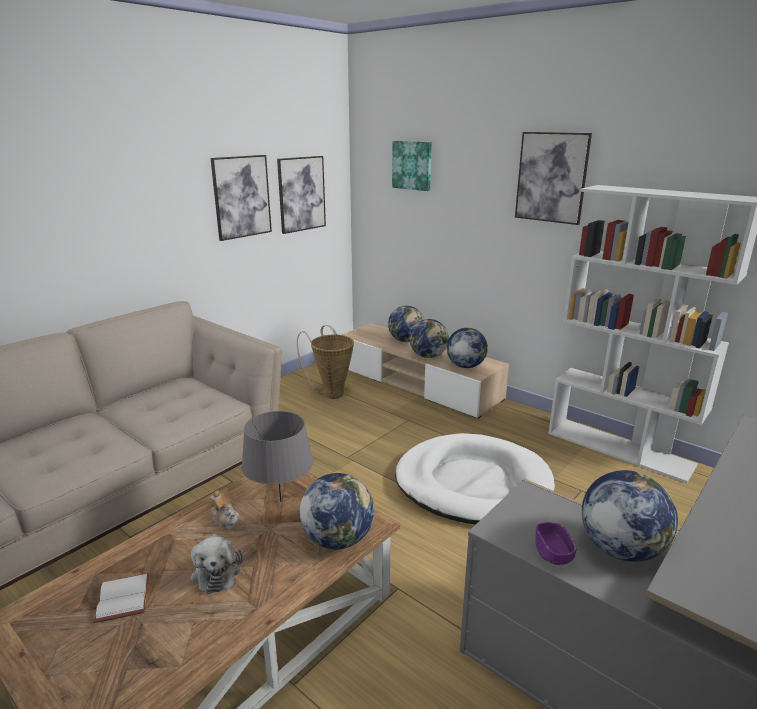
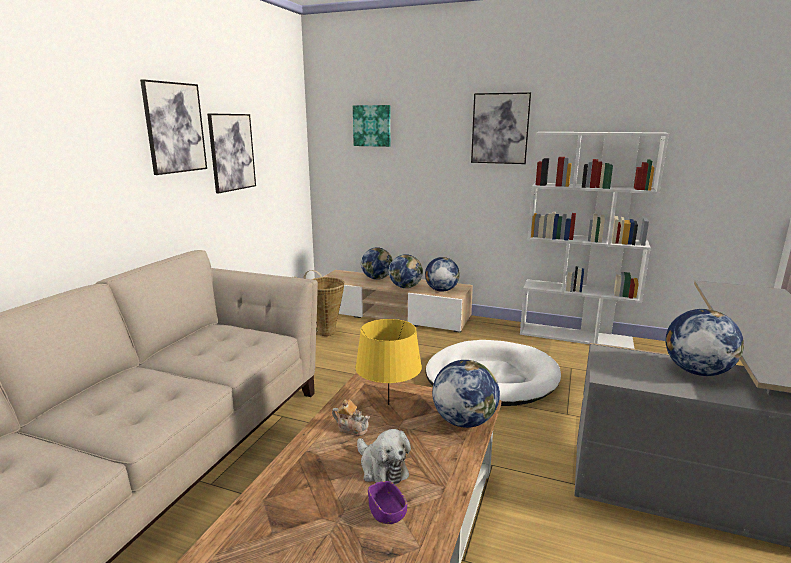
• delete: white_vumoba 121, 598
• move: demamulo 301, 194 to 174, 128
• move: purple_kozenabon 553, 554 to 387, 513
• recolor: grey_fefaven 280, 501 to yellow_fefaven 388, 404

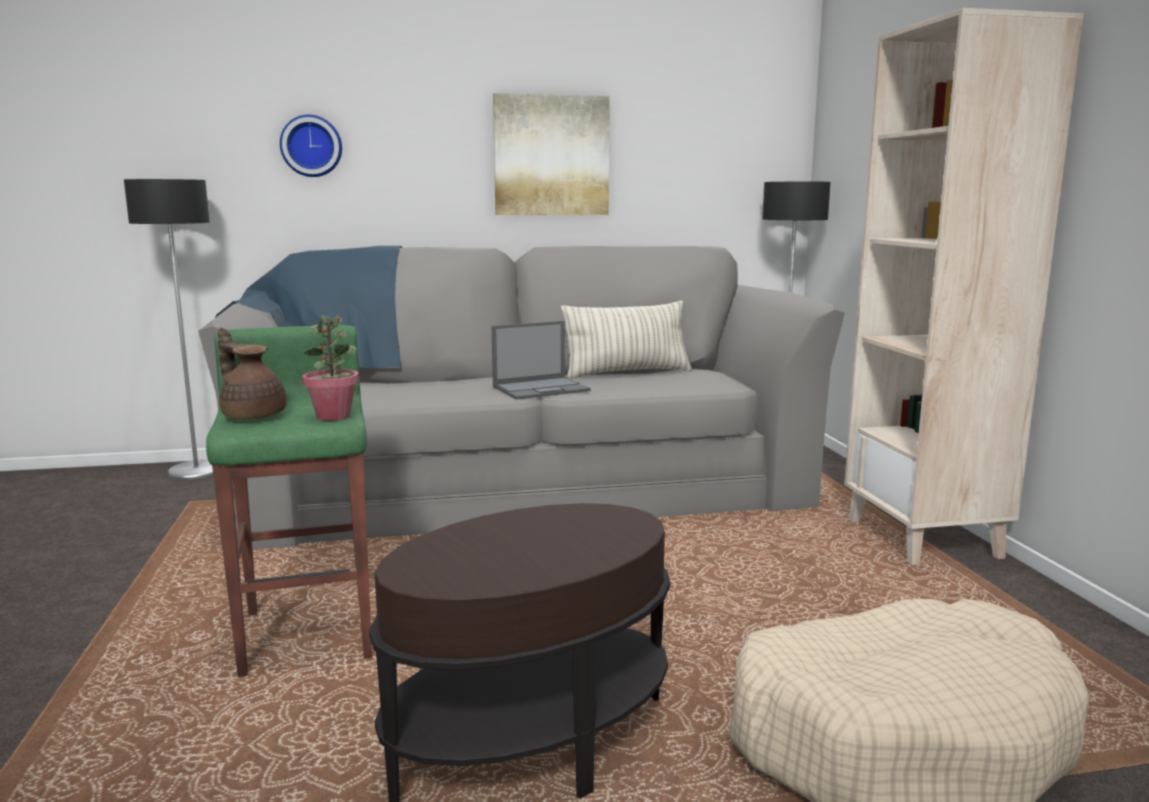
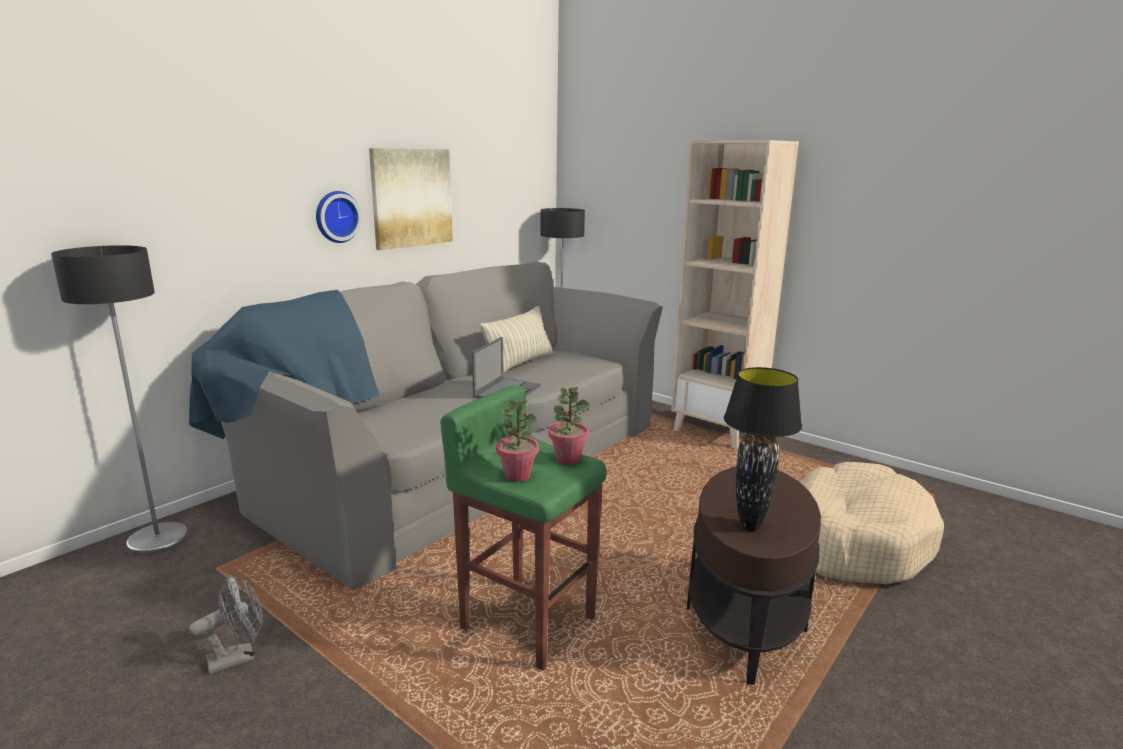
• insert: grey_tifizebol 239, 657
• insert: black_fefaven 750, 526
• move: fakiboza 311, 146 to 336, 216
• replace: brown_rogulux 253, 415 to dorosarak 517, 475

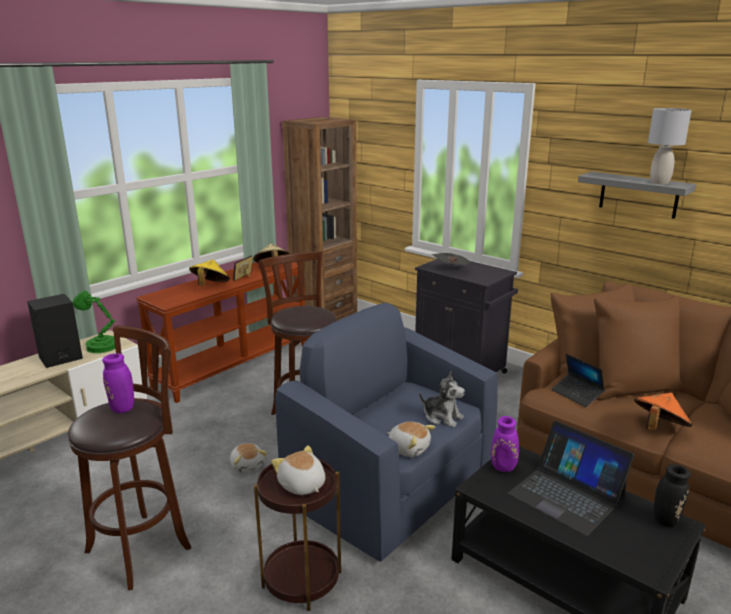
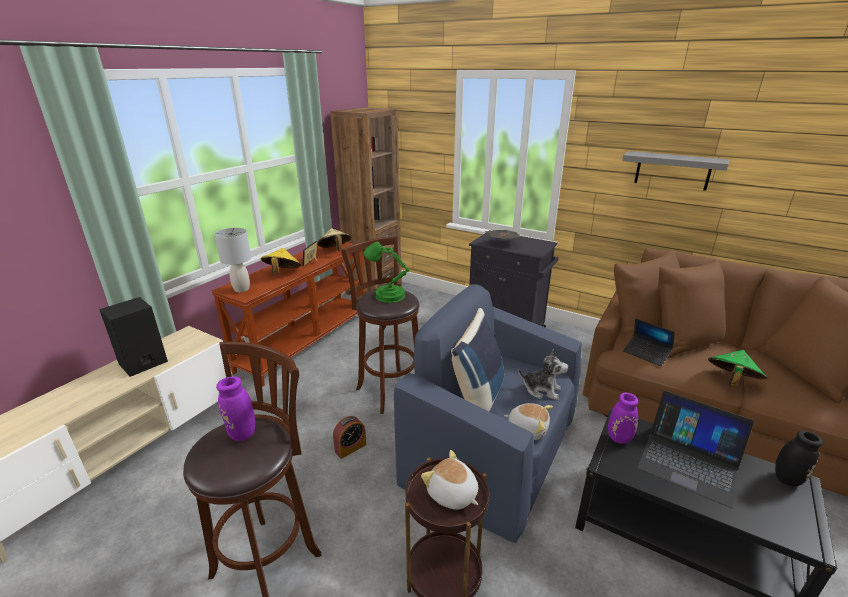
• insert: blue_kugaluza 477, 397
• move: green_fefaven 100, 346 to 387, 295
• move: grey_fefaven 659, 182 to 242, 289
• replace: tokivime 247, 465 to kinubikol 350, 448
• recolor: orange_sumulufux 658, 428 to green_sumulufux 731, 381

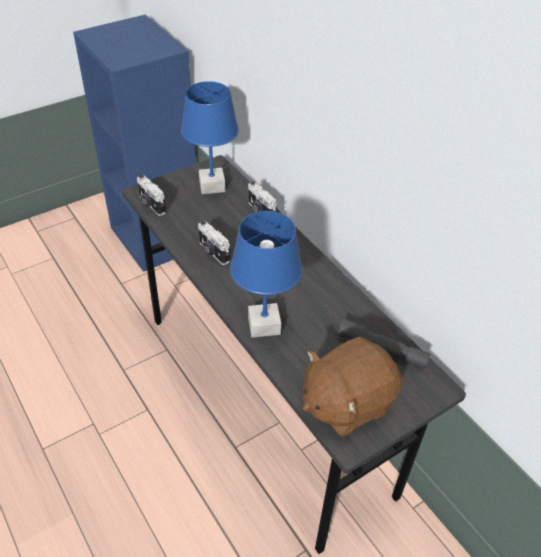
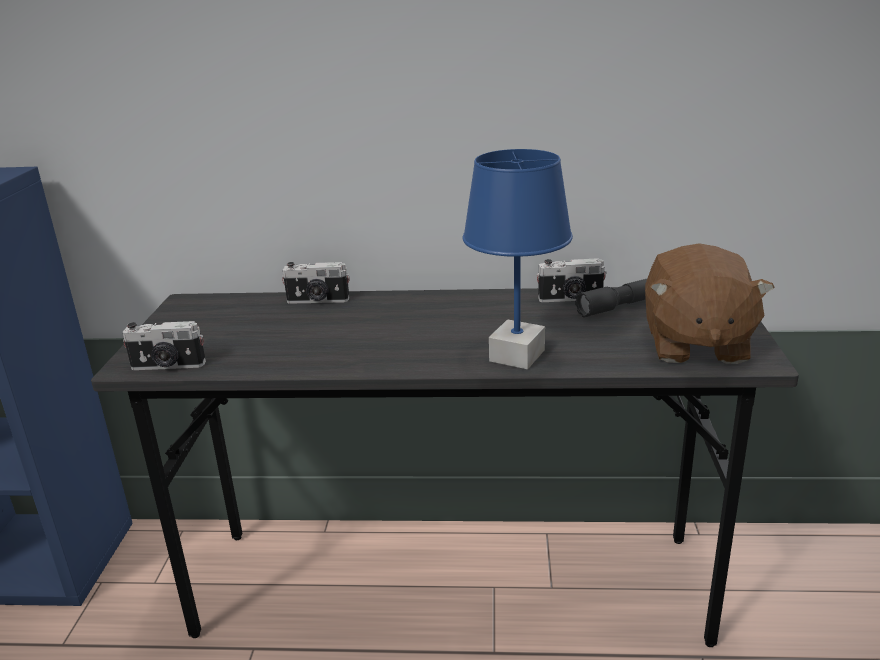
• delete: blue_fefaven 211, 186
• move: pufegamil 213, 252 to 570, 299

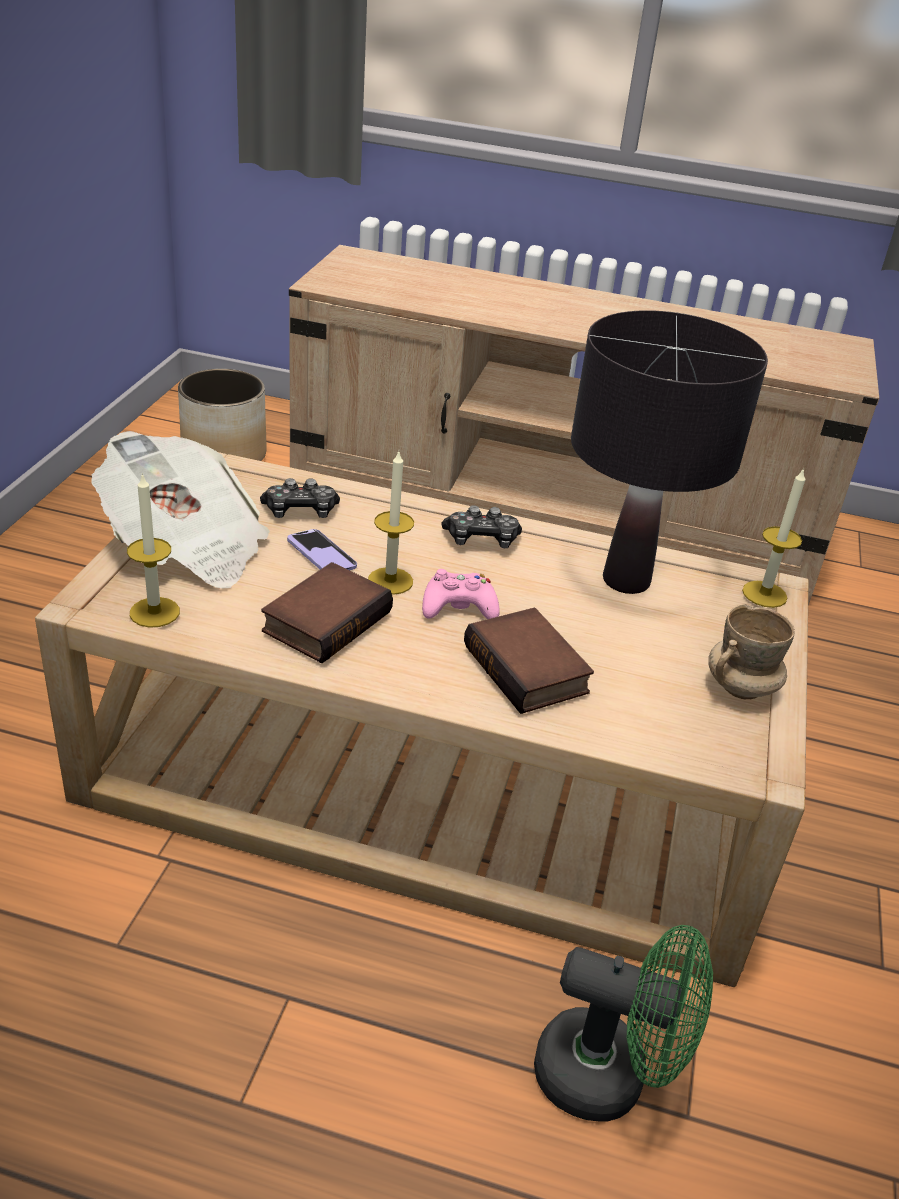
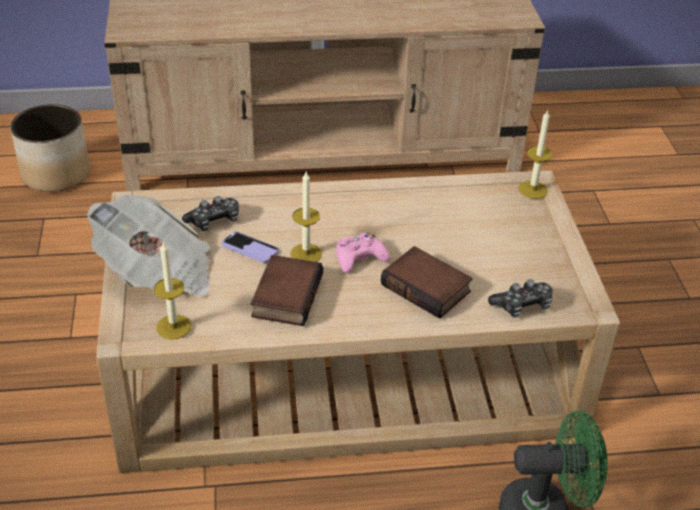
• delete: black_fefaven 626, 581
• delete: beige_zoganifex 741, 686
• move: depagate 481, 540 to 522, 305

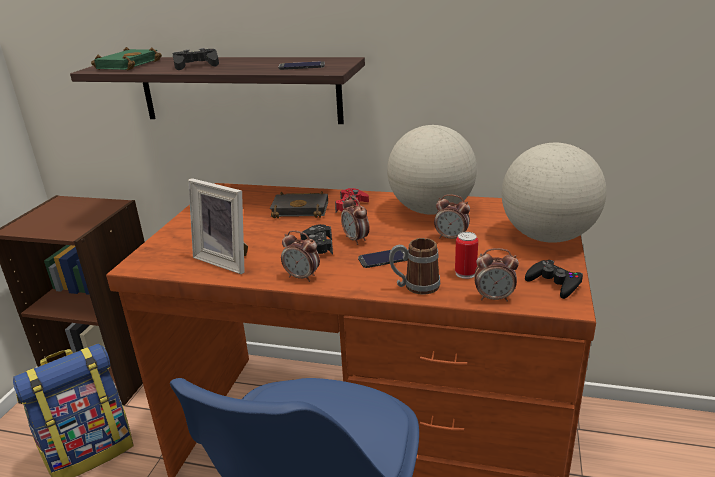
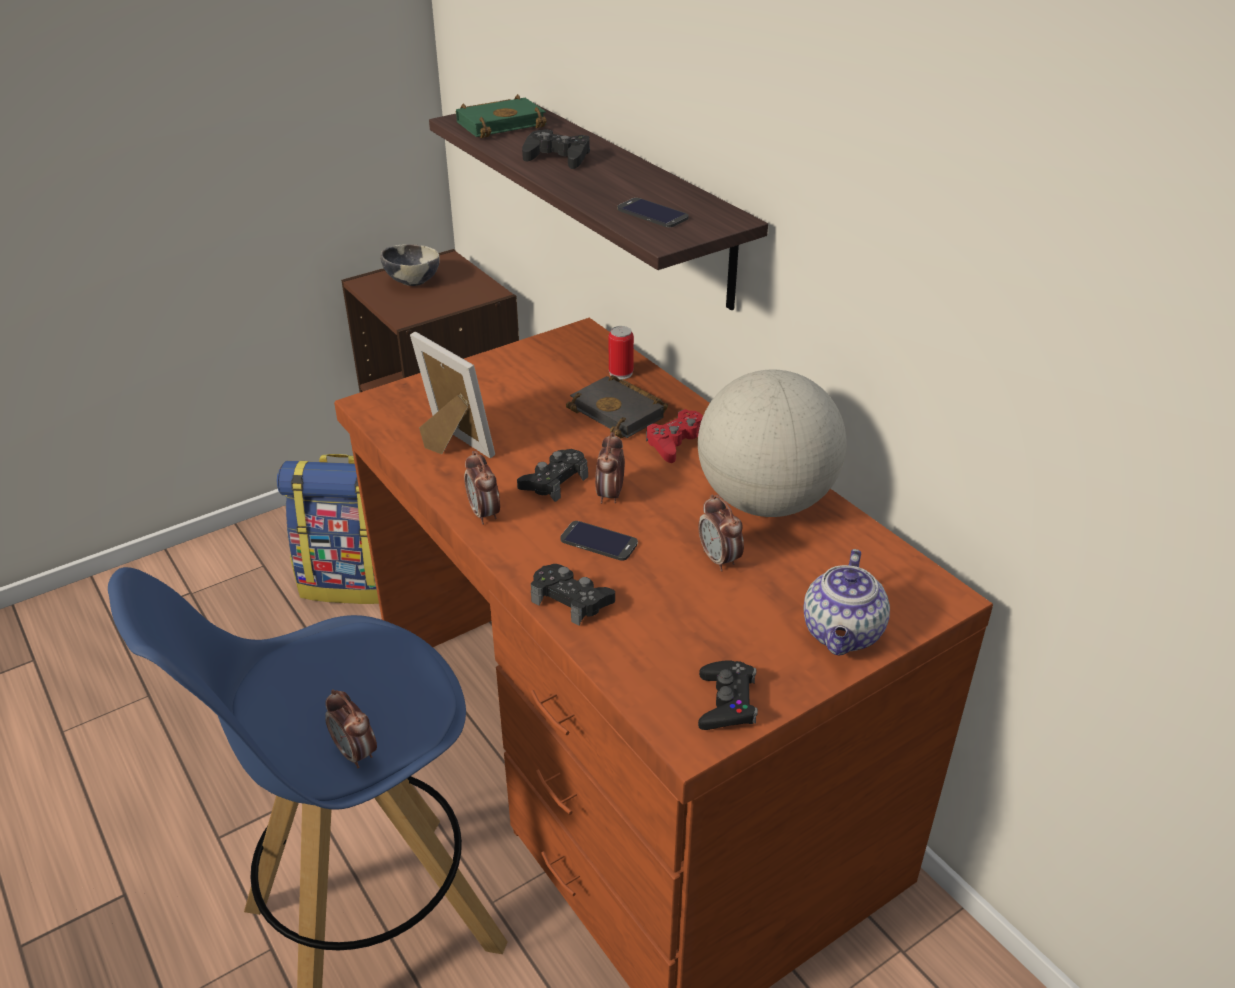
• insert: kozenabon 412, 281
• move: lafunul 465, 273 to 621, 373
• move: kinubikol 494, 298 to 356, 753
• replace: zoganifex 415, 286 to black_depagate 571, 600
• replace: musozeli 548, 237 to rogulux 843, 634
• rotate: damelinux 227, 260 = 450, 445 150 degrees clockwise

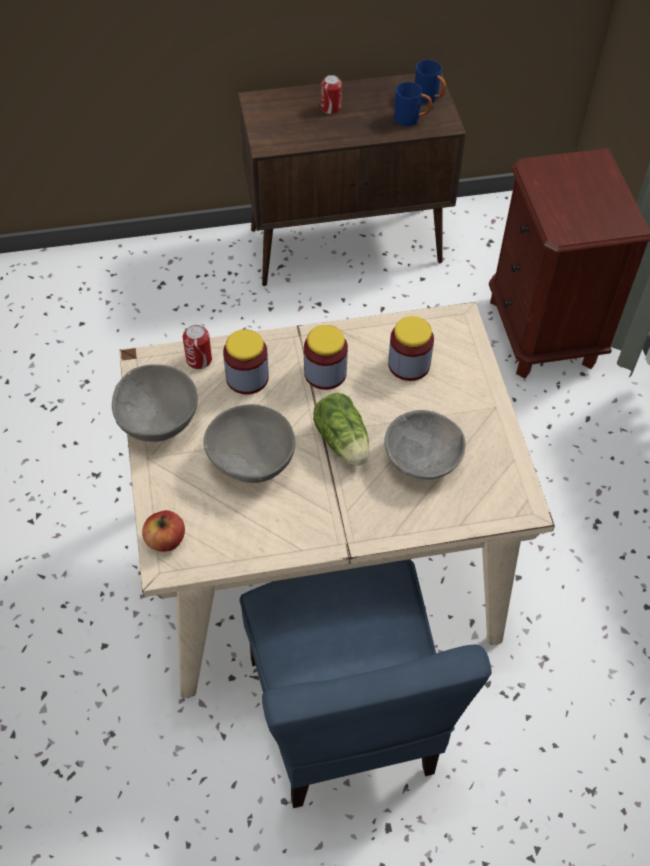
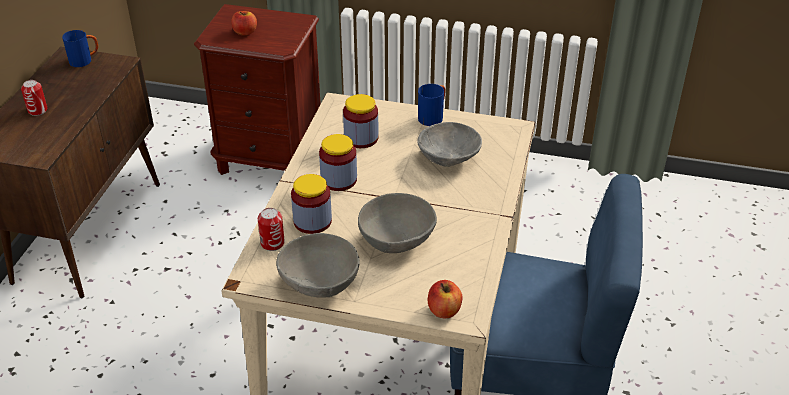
• delete: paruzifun 343, 443
• insert: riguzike 245, 32
• move: blue_zoganifex 411, 119 to 433, 117

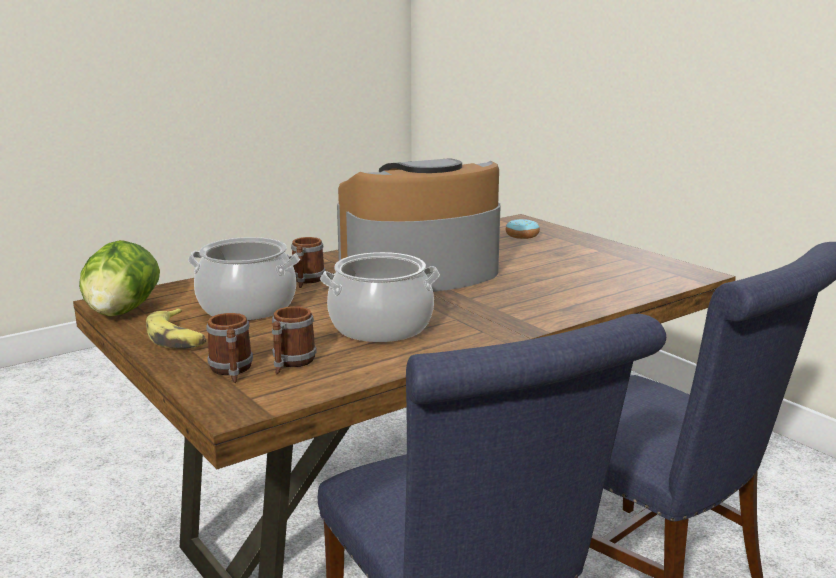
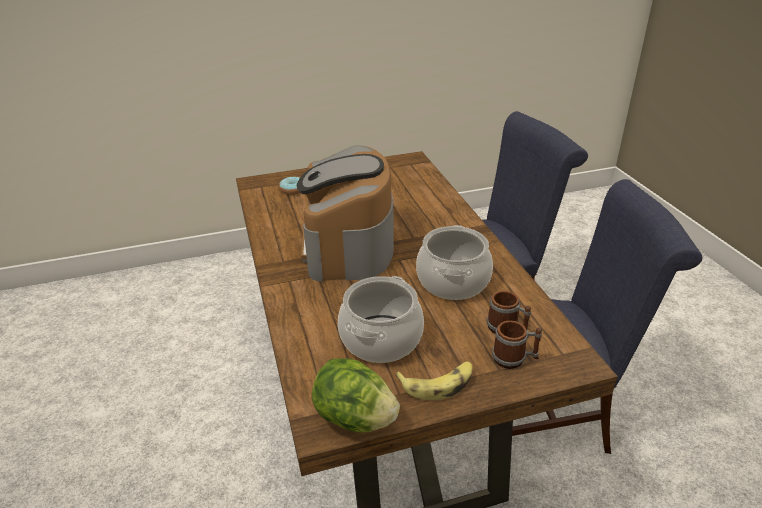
• delete: zoganifex 306, 281

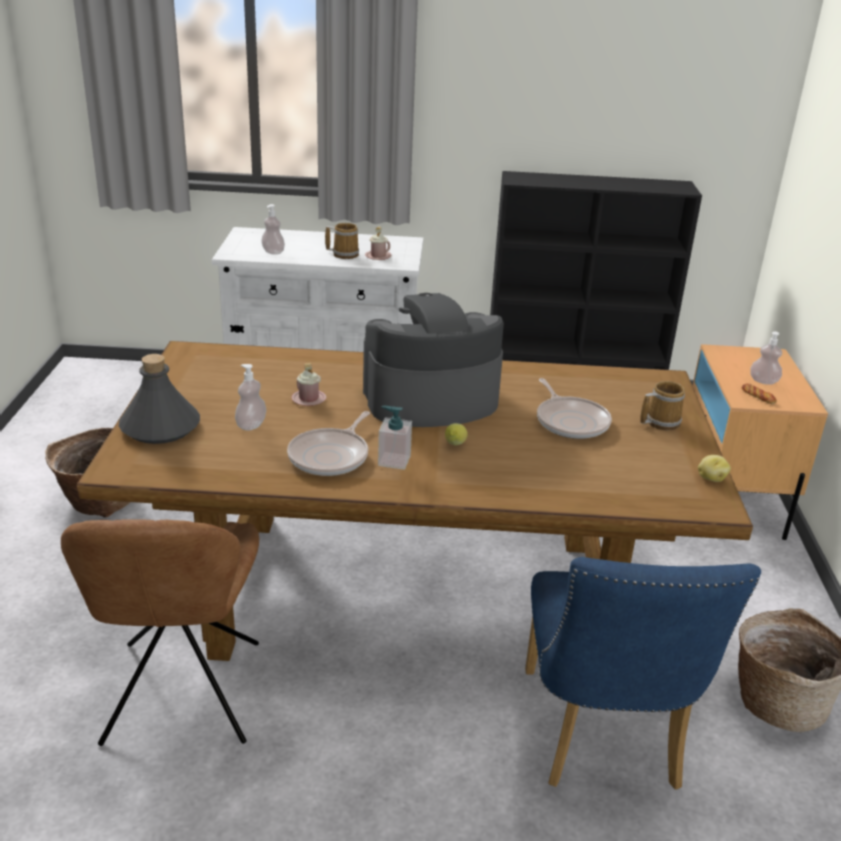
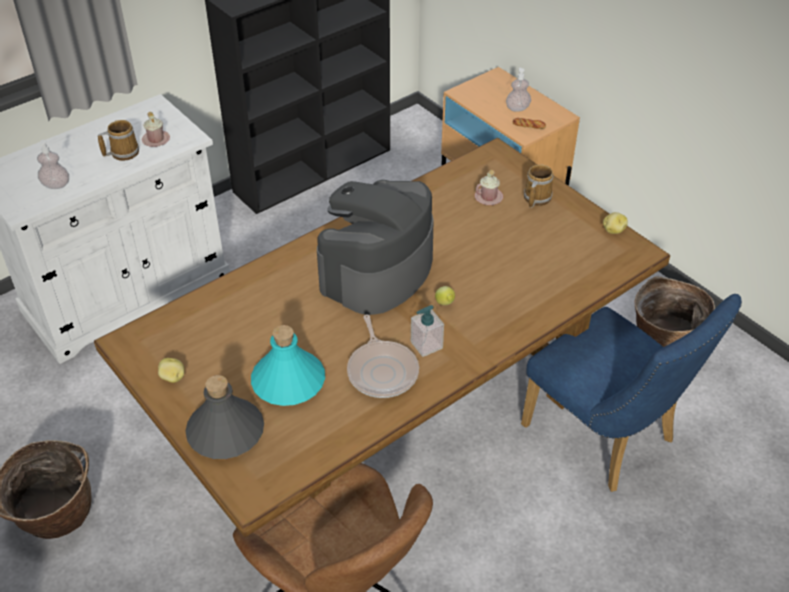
• delete: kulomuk 570, 421
• insert: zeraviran 172, 378
• move: pink_zoganifex 309, 399 to 488, 197
• replace: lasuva 251, 425 to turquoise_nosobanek 289, 382

